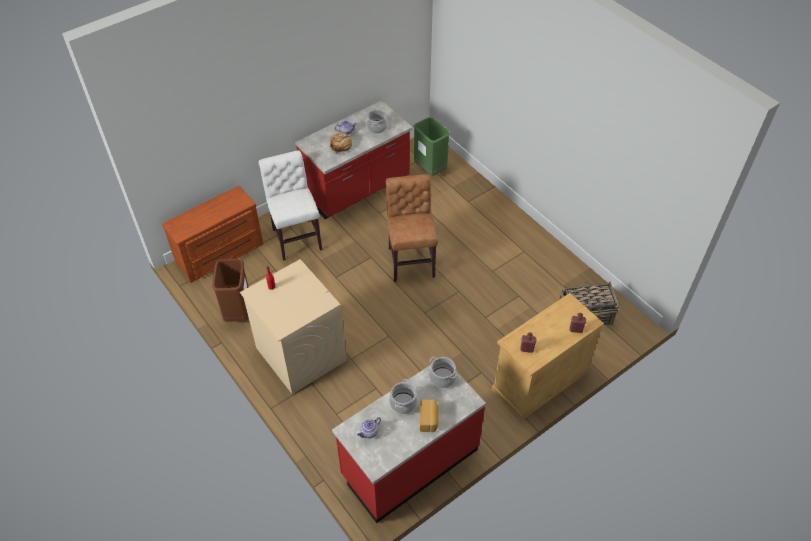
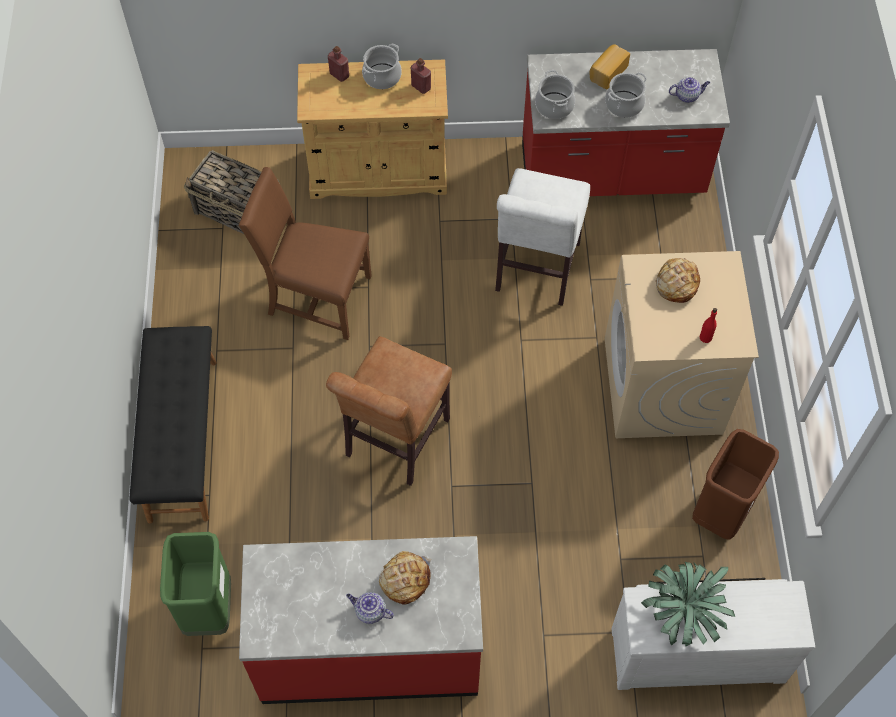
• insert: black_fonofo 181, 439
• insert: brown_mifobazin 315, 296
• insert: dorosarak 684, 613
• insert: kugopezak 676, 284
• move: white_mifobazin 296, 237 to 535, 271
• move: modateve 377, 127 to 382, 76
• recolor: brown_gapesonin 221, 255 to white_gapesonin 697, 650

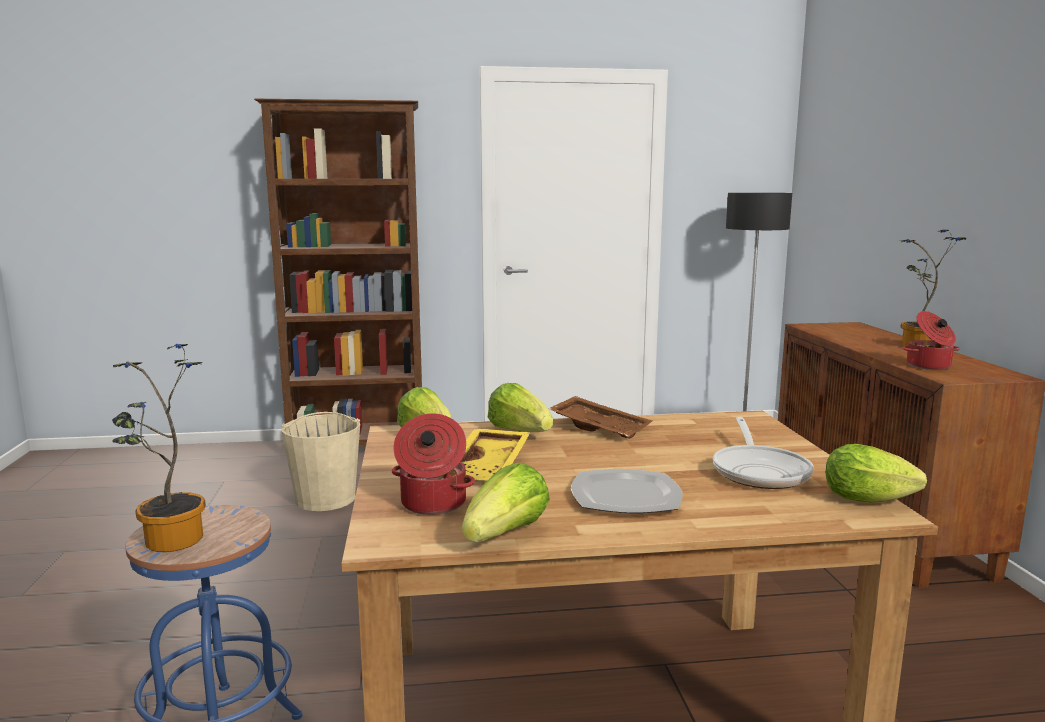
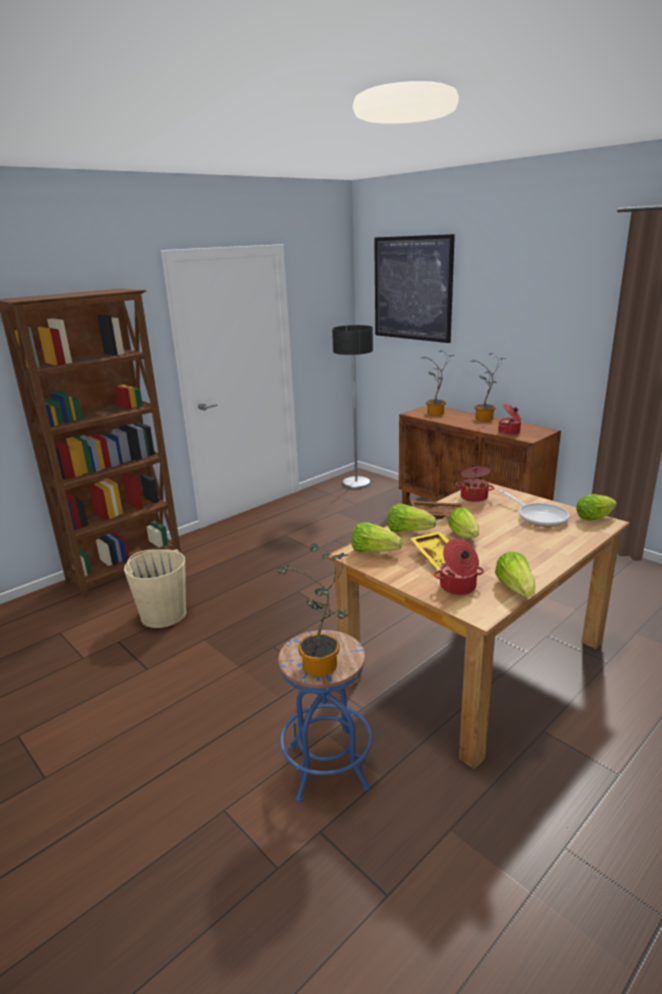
• delete: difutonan 626, 495
• insert: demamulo 412, 288
• insert: dorosarak 435, 414
• insert: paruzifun 465, 537
• insert: modateve 474, 497

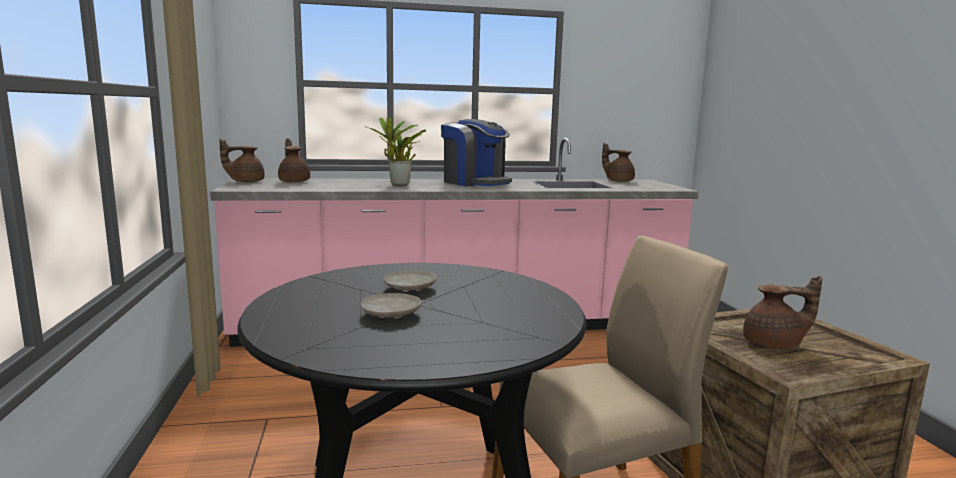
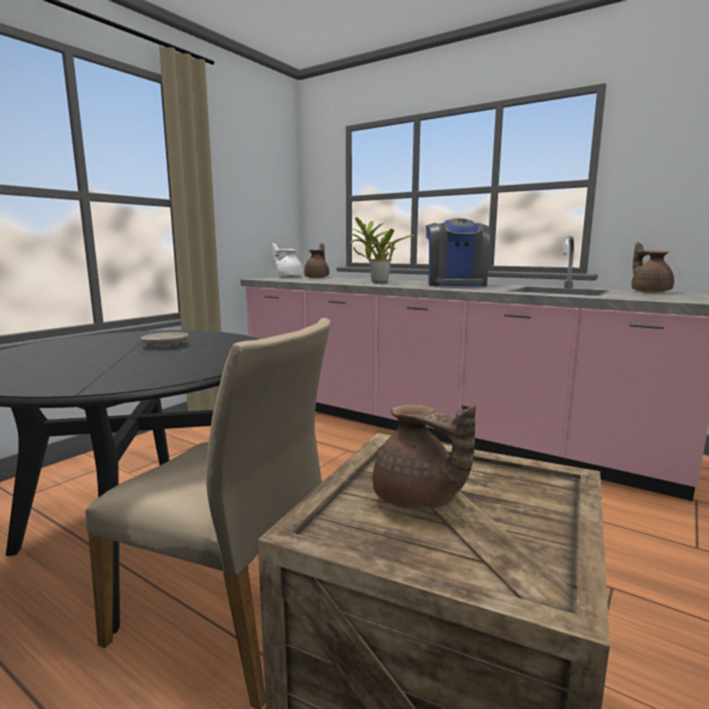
• delete: beige_difutonan 390, 314
• recolor: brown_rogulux 245, 181 to white_rogulux 289, 276

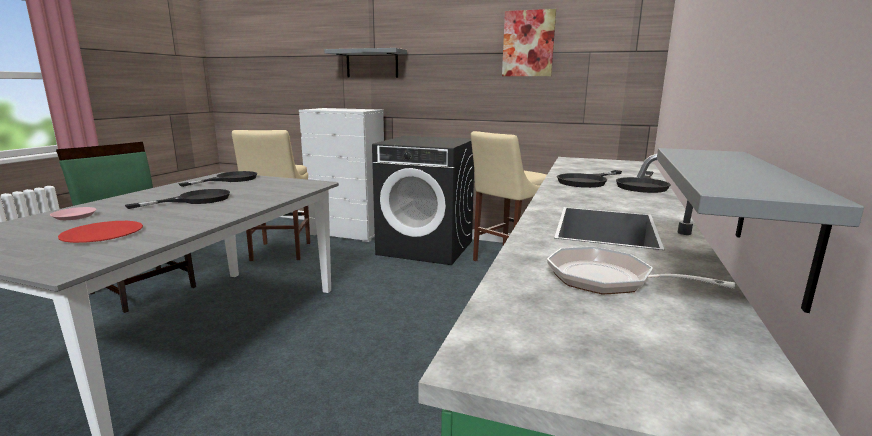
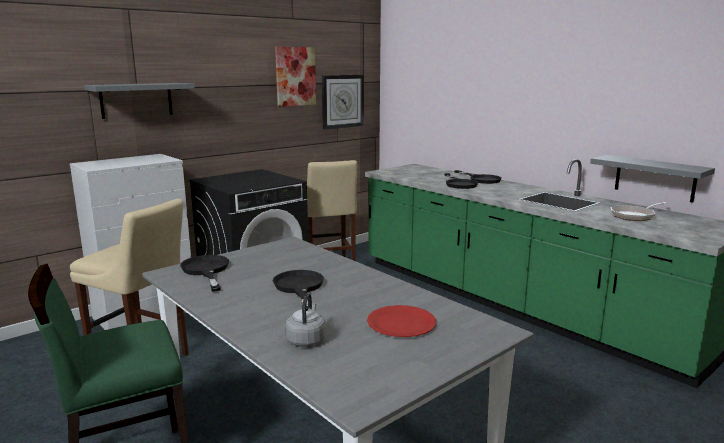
• insert: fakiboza 342, 101
• replace: pink_difutonan 74, 216 to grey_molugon 306, 339

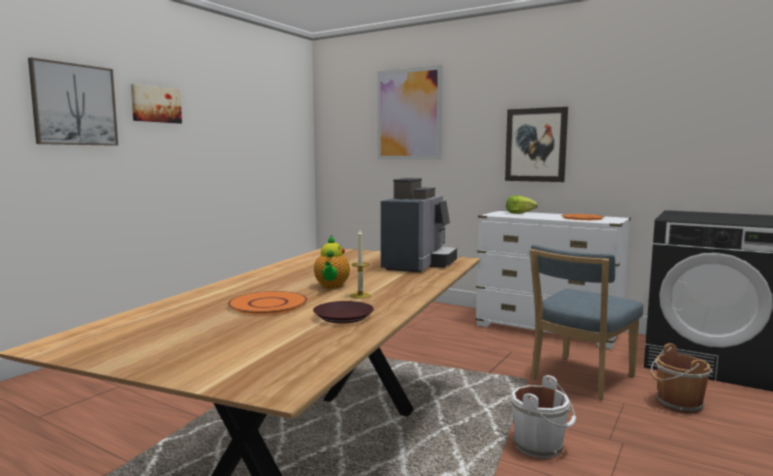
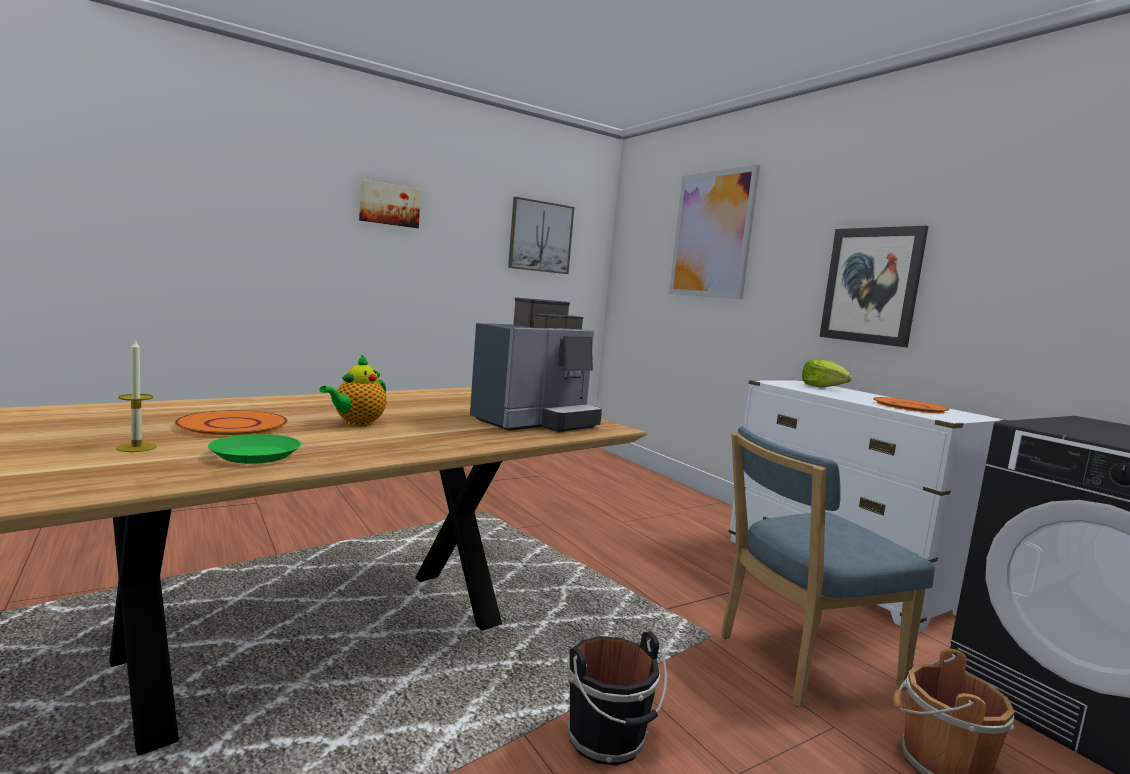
• move: demamulo 74, 104 to 540, 236
• move: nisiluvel 360, 295 to 136, 447
• recolor: brown_difutonan 342, 317 to green_difutonan 255, 455
• recolor: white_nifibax 540, 446 to black_nifibax 608, 740

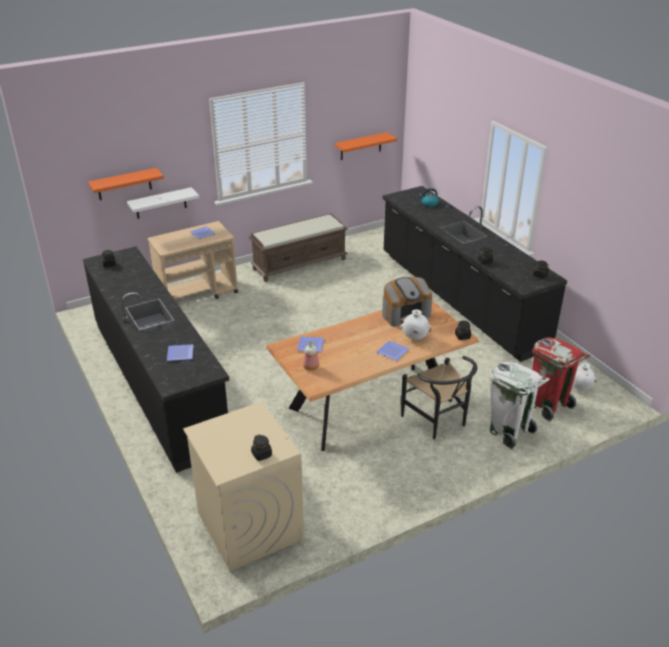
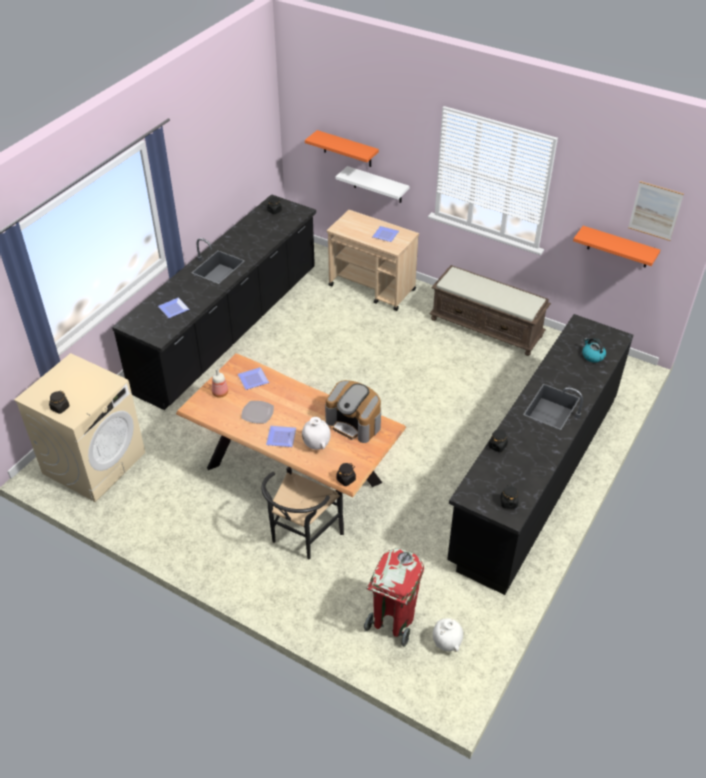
• delete: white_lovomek 509, 431
• insert: difutonan 258, 413
• insert: demamulo 655, 211

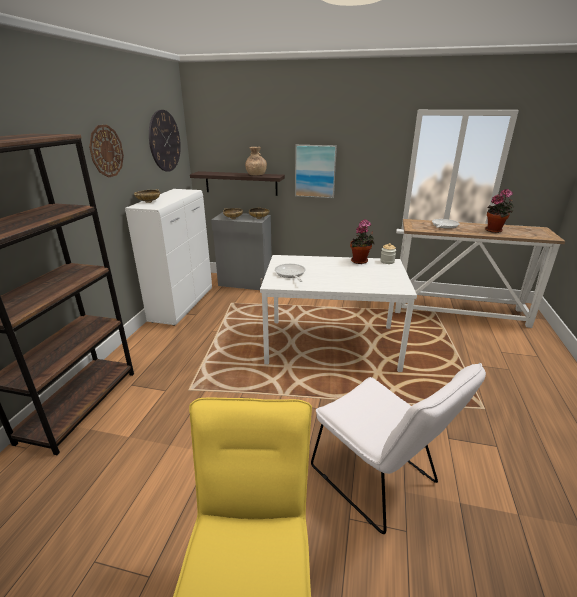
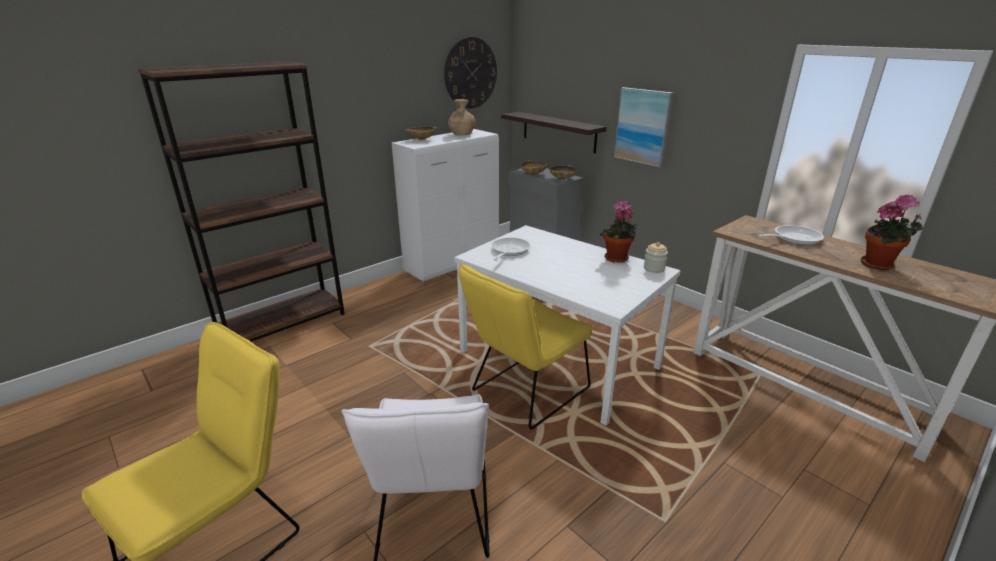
• delete: fakiboza 106, 151
• insert: yellow_mifobazin 525, 393
• move: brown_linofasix 256, 175 to 461, 134

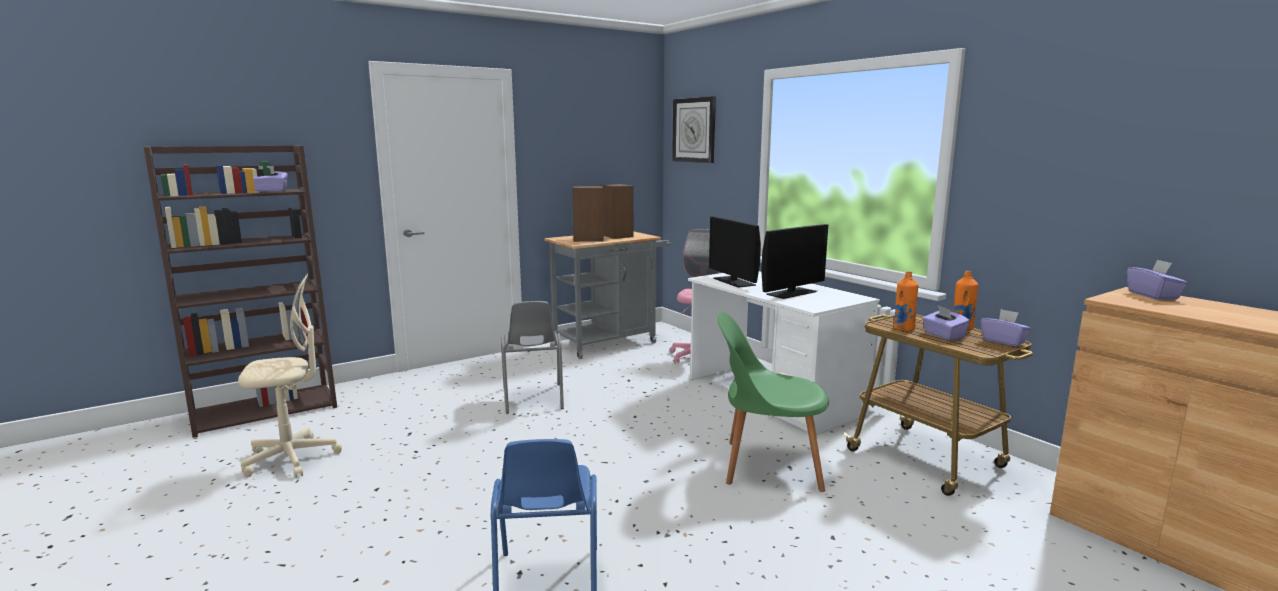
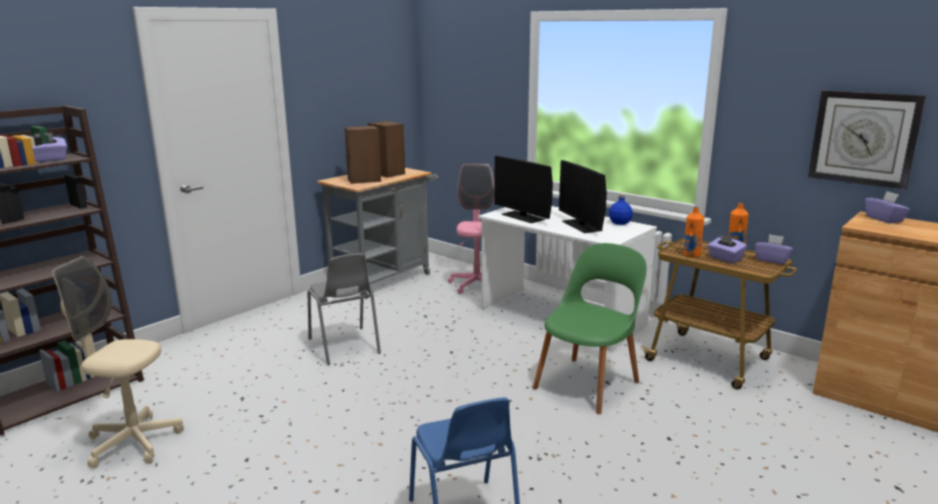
• insert: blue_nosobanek 619, 223
• move: fakiboza 694, 130 to 864, 138
• rotate: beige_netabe 291, 459 = 133, 442 135 degrees counterclockwise
• rotate: green_mifobazin 767, 465 = 588, 383 135 degrees clockwise
• rotate: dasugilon 791, 293 = 581, 226 120 degrees clockwise

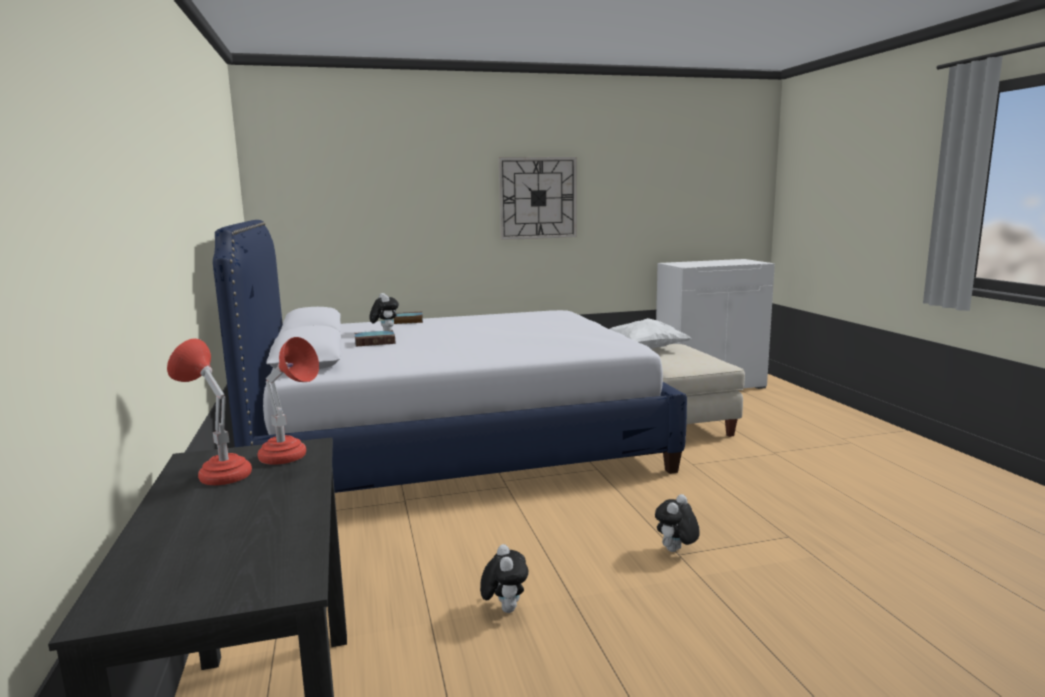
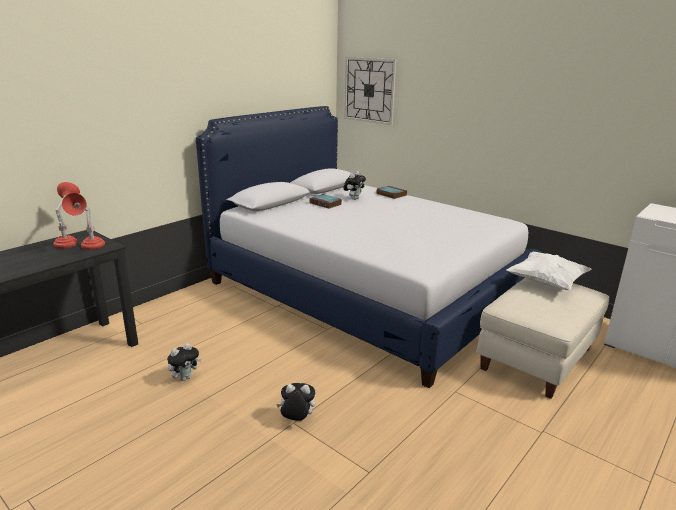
• move: fakiboza 538, 198 to 369, 90

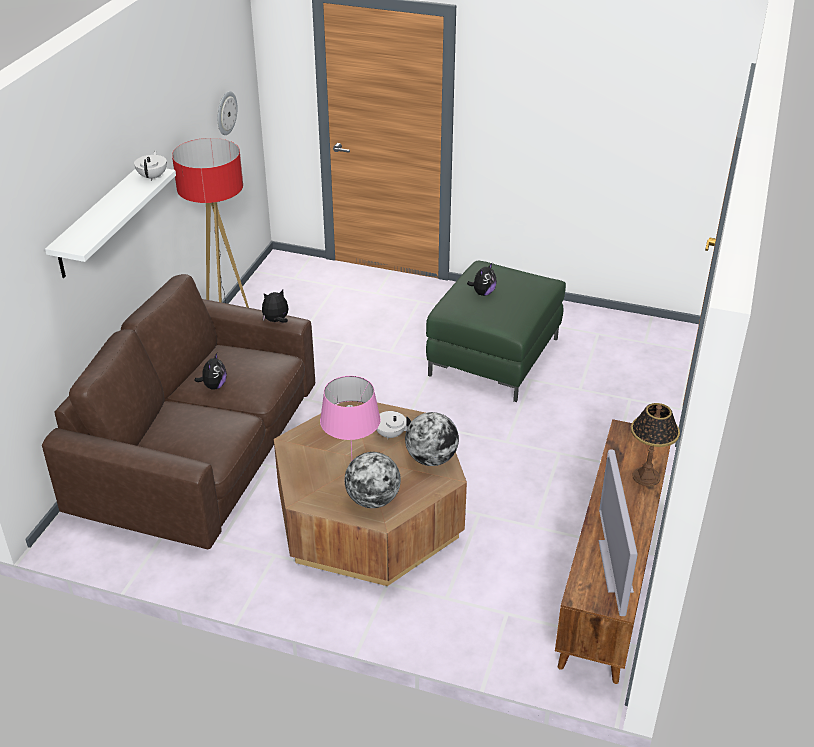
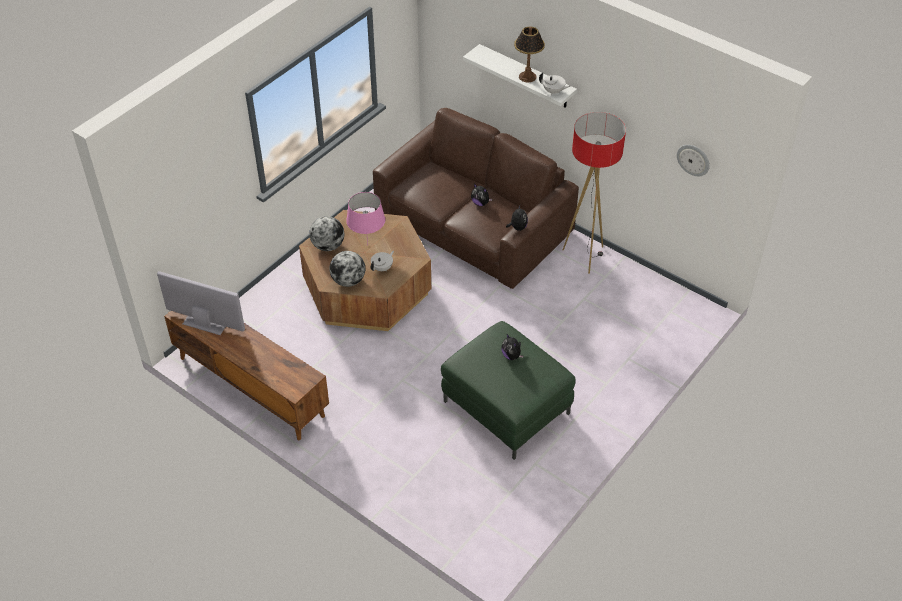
• move: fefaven 646, 476 to 527, 77

